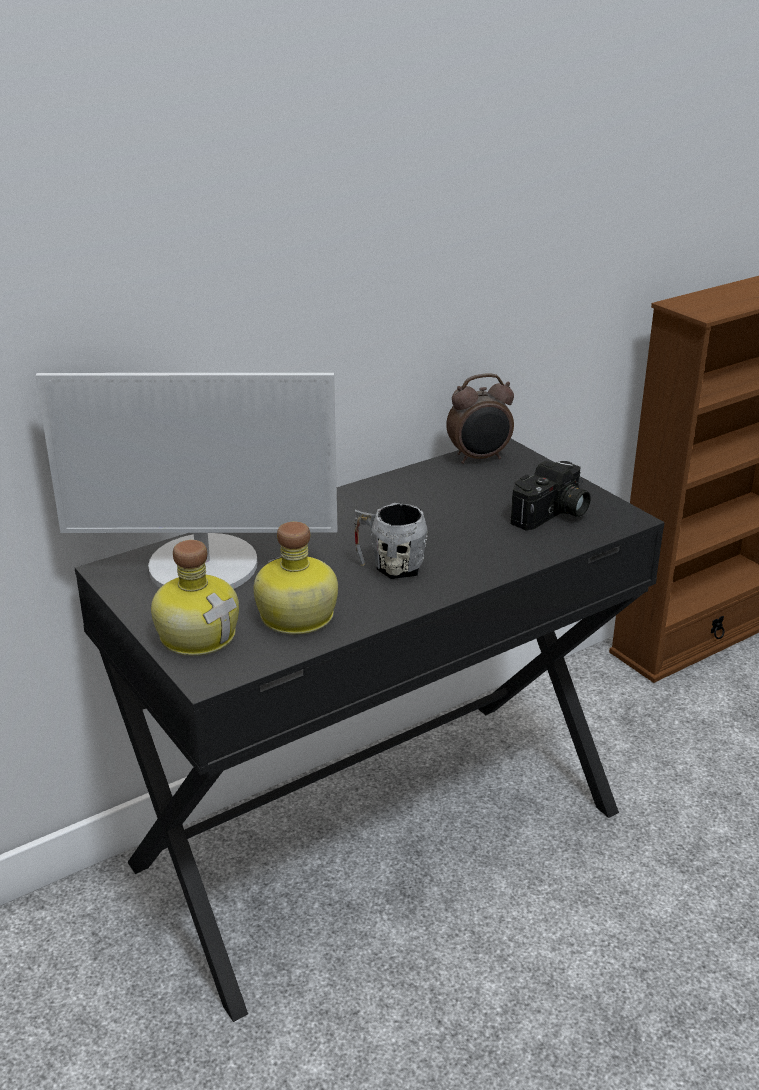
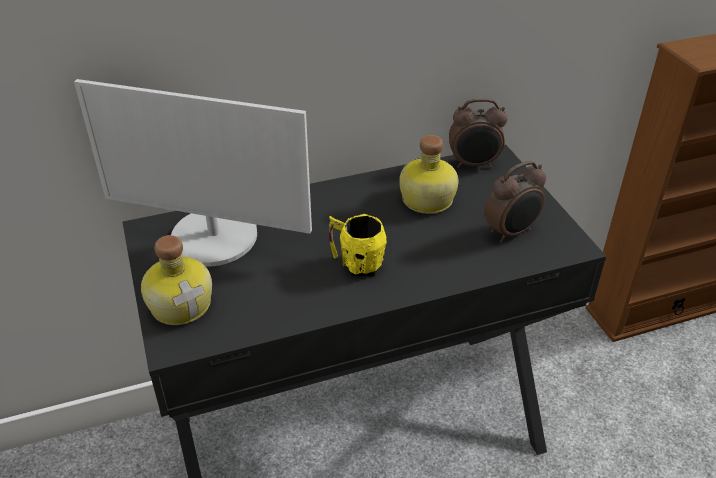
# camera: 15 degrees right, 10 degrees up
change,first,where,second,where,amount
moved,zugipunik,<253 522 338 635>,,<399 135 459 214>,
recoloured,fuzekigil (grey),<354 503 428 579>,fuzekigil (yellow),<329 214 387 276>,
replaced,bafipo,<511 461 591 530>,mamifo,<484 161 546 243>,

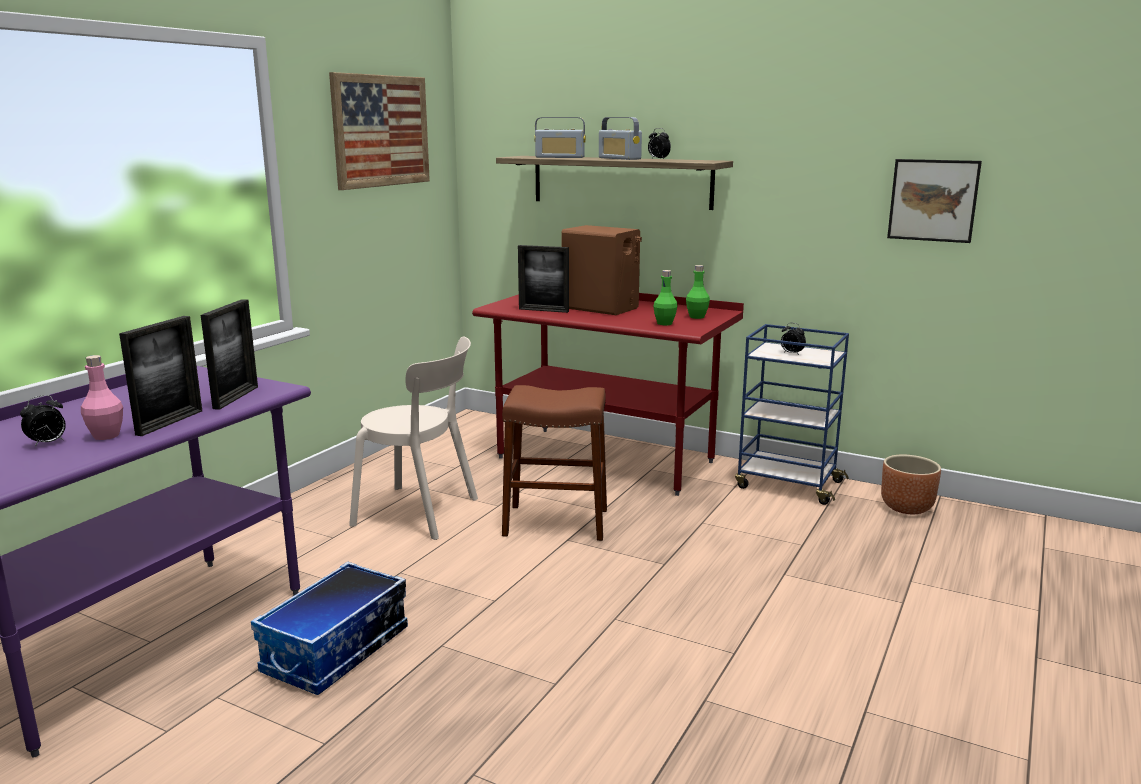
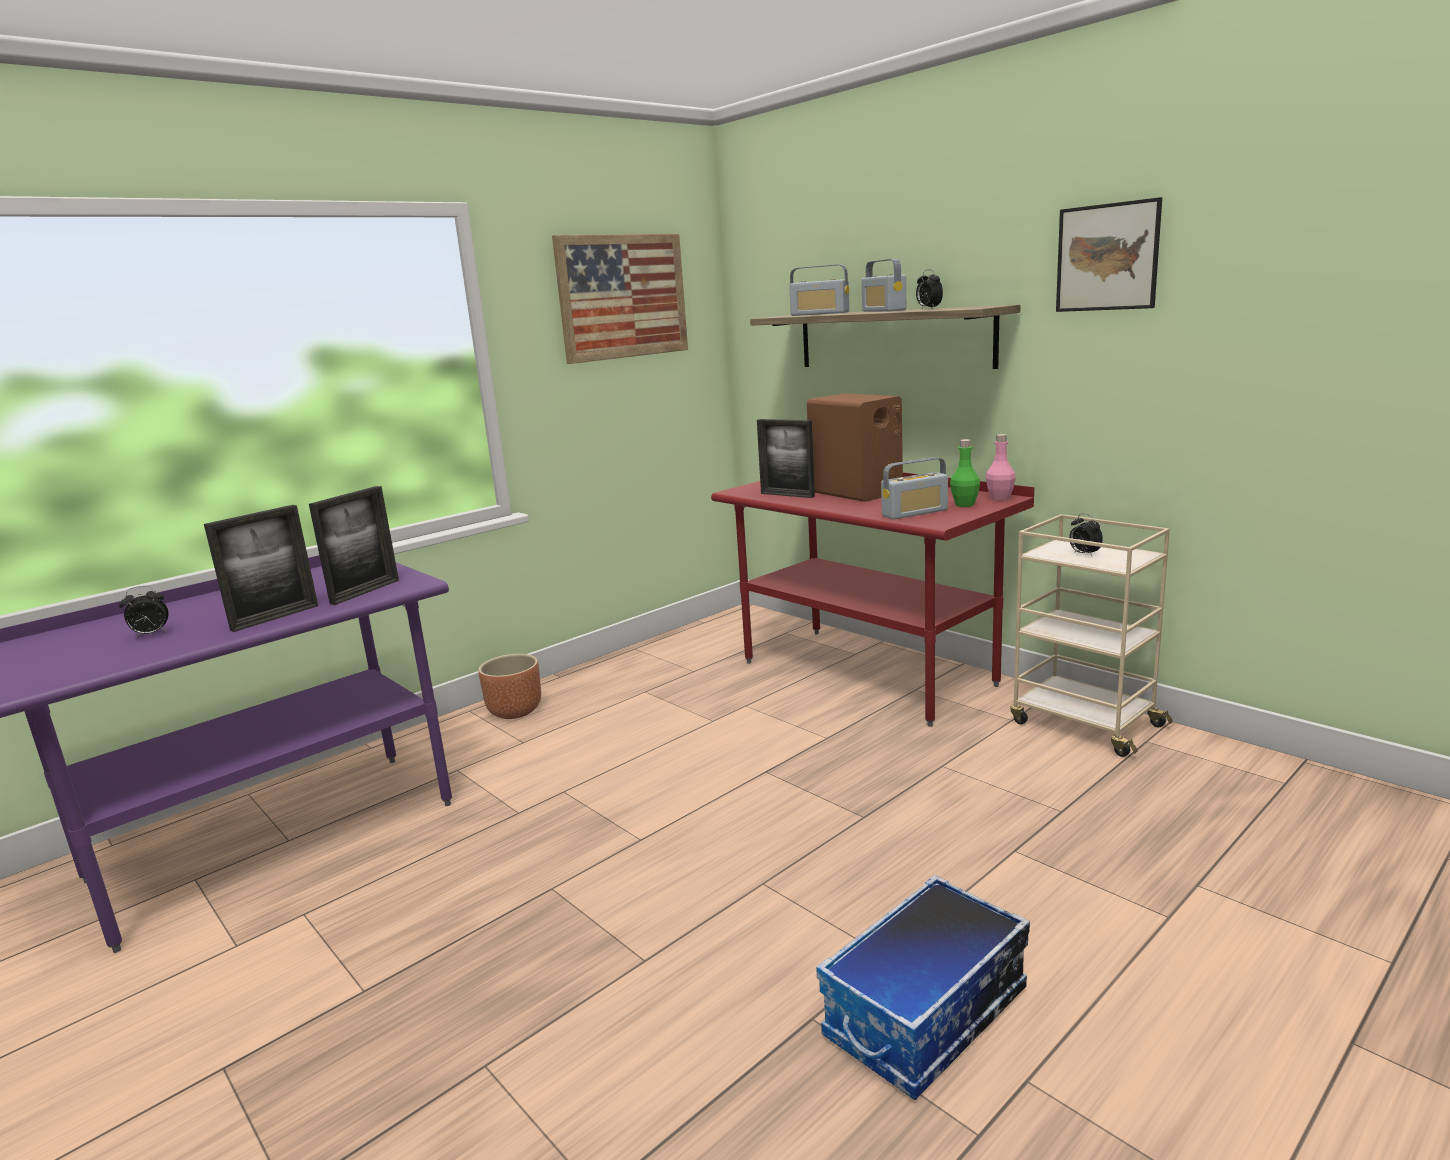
# camera: 20 degrees right, 0 degrees up
change,first,where,second,where,amount
moved,zugipunik (pink),<81 355 123 440>,,<986 434 1016 501>,
moved,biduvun,<251 562 408 695>,,<817 875 1030 1100>,
removed,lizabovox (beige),<349 336 478 540>,,,
removed,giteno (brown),<502 385 607 541>,,,
replaced,zugipunik (green),<653 270 678 325>,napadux,<881 457 948 519>,
recoloured,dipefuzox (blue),<735 324 849 505>,dipefuzox (beige),<1010 514 1173 757>,
moved,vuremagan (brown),<881 455 941 514>,,<478 654 541 719>,
moved,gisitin,<887 159 982 243>,,<1056 197 1162 312>,

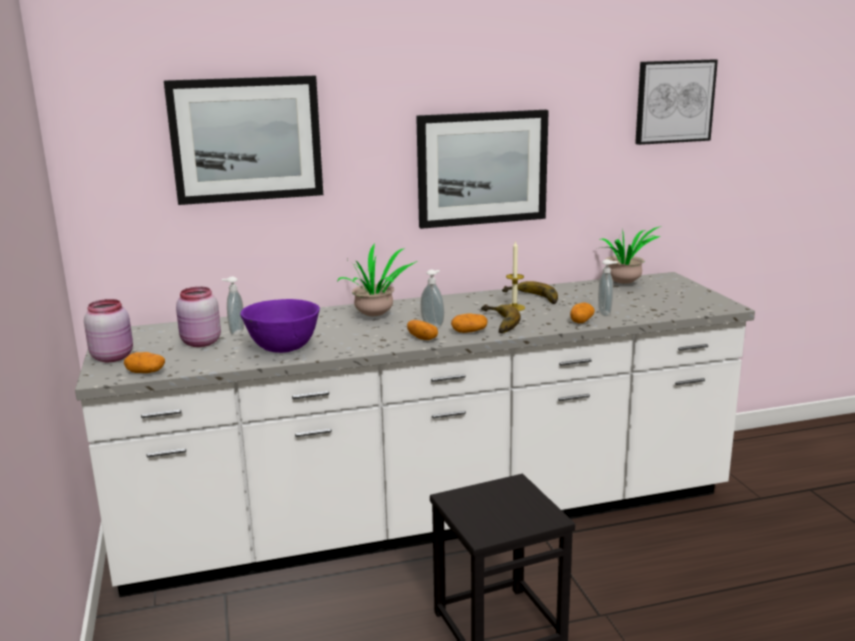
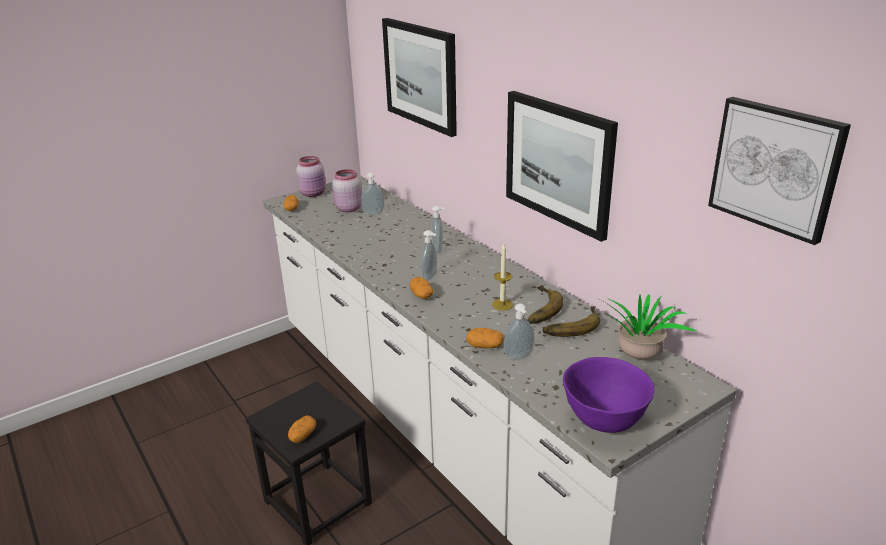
# camera: 70 degrees right, 10 degrees up
change,first,where,second,where,amount
moved,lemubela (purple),<240 299 320 353>,,<563 357 654 433>,
replaced,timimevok,<337 243 417 317>,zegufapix,<431 206 445 253>,
moved,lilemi,<407 320 438 340>,,<288 415 316 443>,
moved,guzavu,<481 304 521 333>,,<542 306 600 337>,

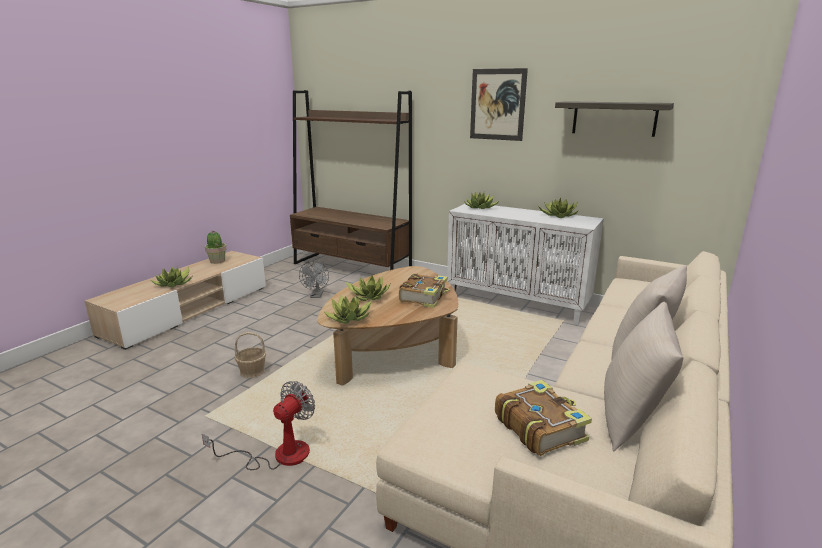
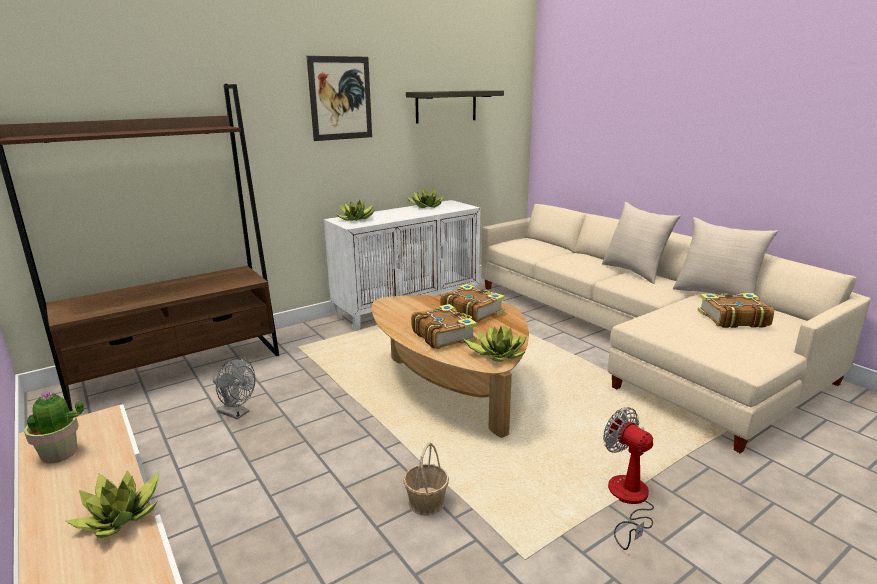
# camera: 65 degrees left, 0 degrees up
change,first,where,second,where,amount
replaced,timimevok,<345 275 391 301>,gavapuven,<411 304 477 349>,

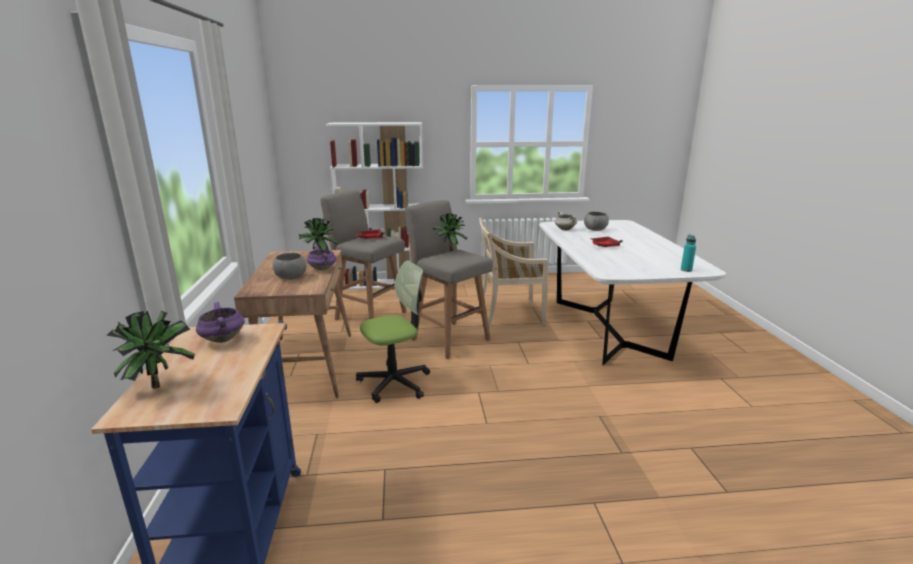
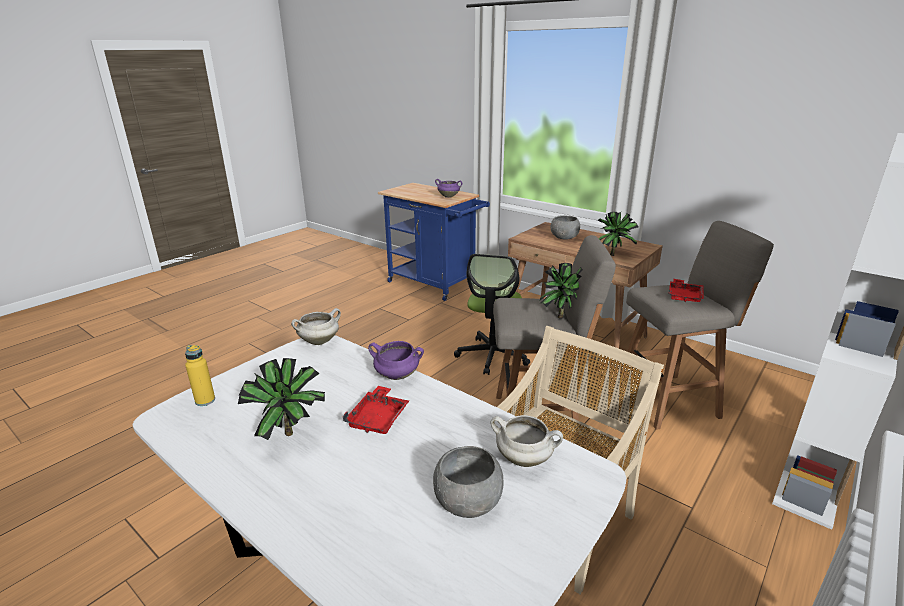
# camera: 135 degrees right, 5 degrees up
change,first,where,second,where,amount
moved,timimevok,<106 311 195 388>,,<238 358 325 440>,
moved,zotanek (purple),<307 246 336 271>,,<368 341 424 380>,
recoloured,zugipunik (turquoise),<681 234 696 272>,zugipunik (yellow),<185 345 215 406>,
added,,,zotanek (white),<291 308 341 345>,

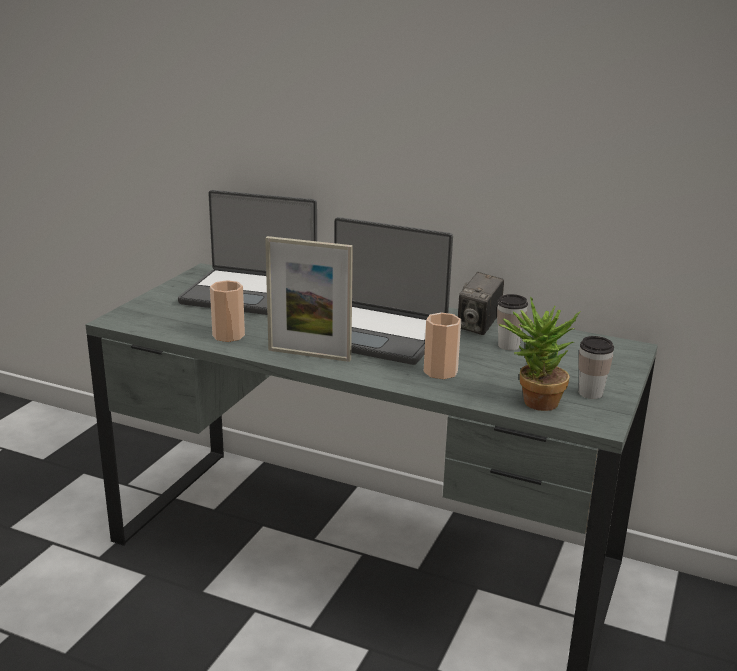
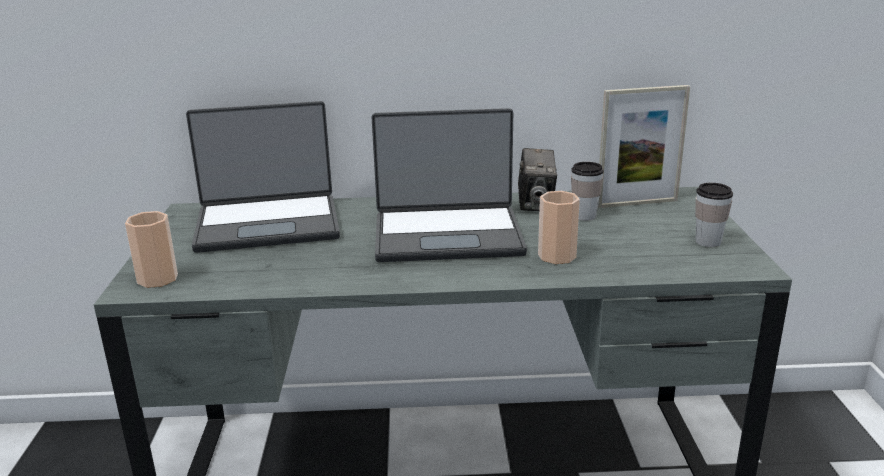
# camera: 25 degrees left, 0 degrees up
change,first,where,second,where,amount
moved,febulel,<210 280 245 342>,,<125 211 178 288>,
moved,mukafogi,<265 236 353 362>,,<598 85 690 208>,
removed,timimevok,<499 296 581 411>,,,

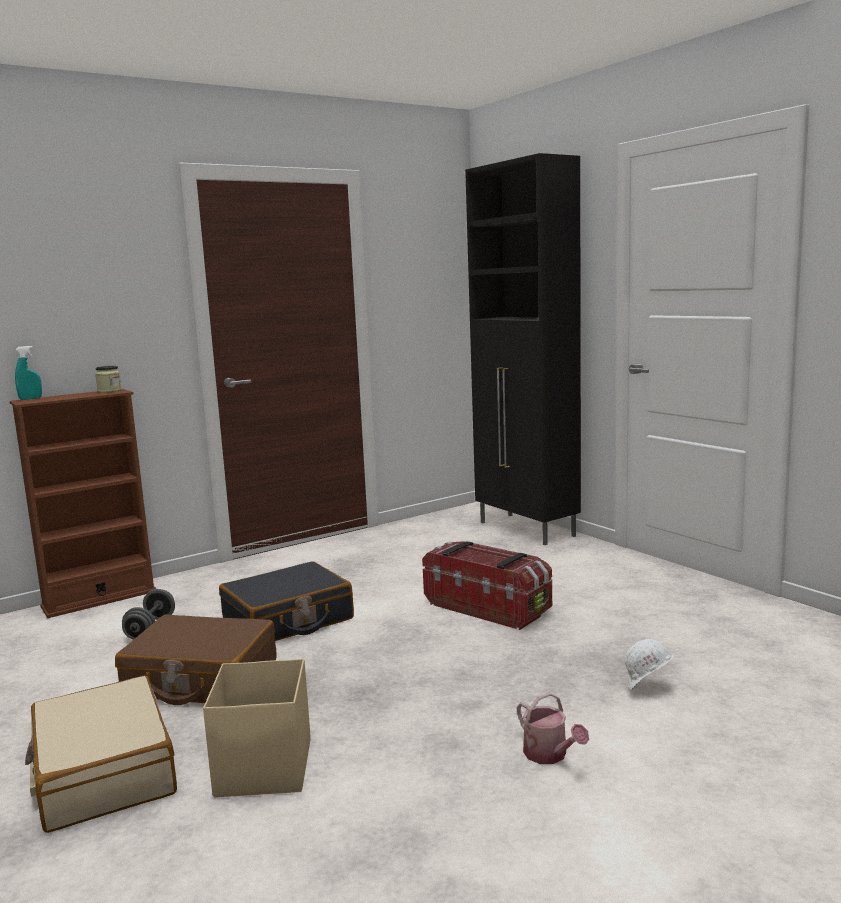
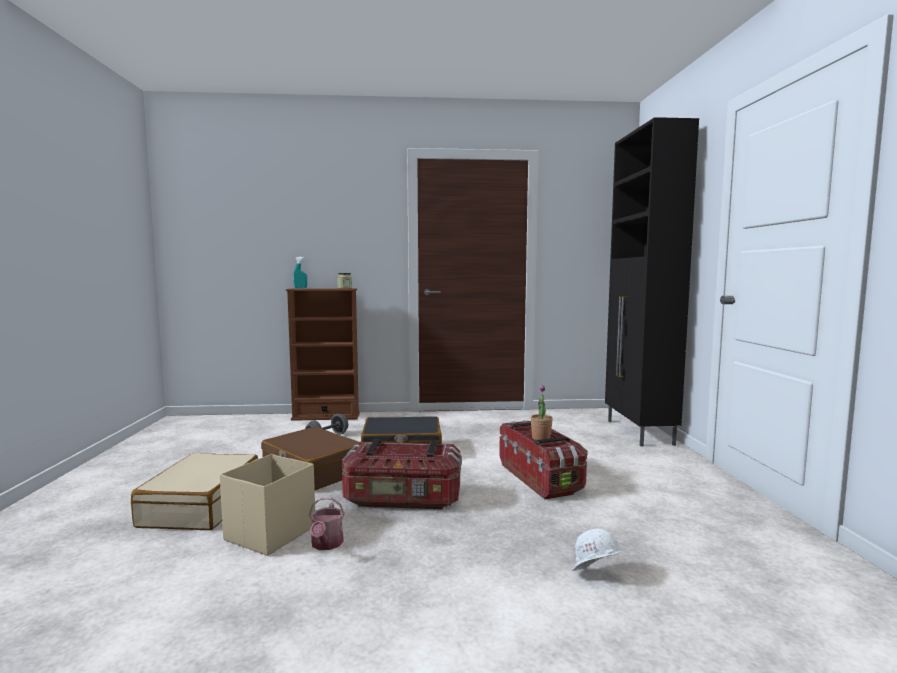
# camera: 30 degrees right, 5 degrees down
change,first,where,second,where,amount
moved,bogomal,<517 692 589 764>,,<309 497 345 550>,
added,,,biduvun,<342 440 462 509>,
added,,,timimevok,<531 385 553 440>,

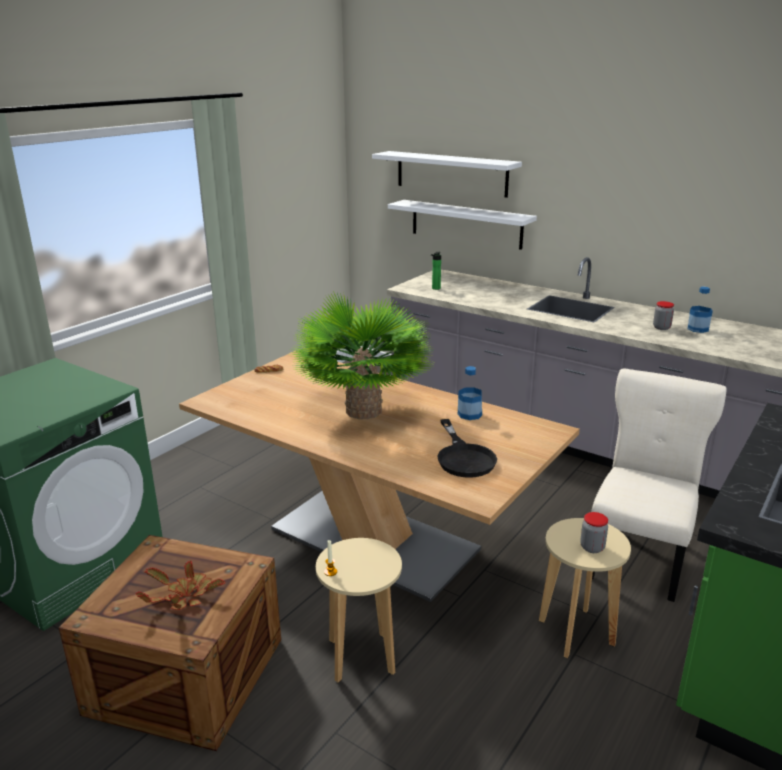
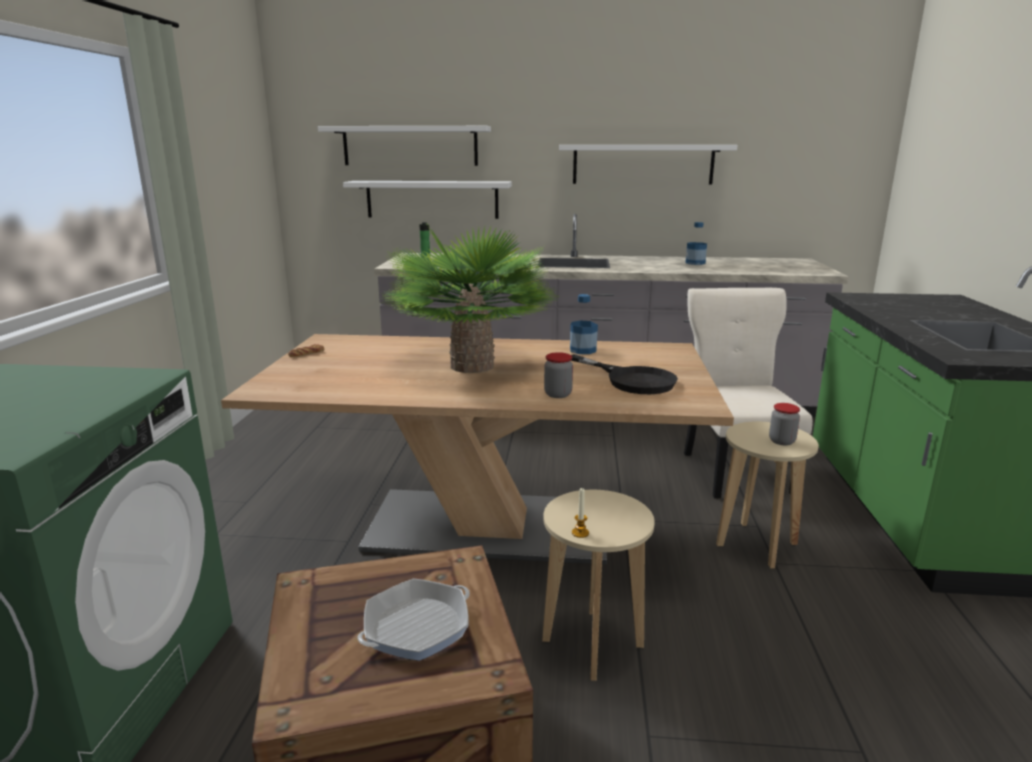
# camera: 30 degrees left, 5 degrees down
change,first,where,second,where,amount
replaced,timimevok,<136 561 225 610>,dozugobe,<357 578 470 661>,
moved,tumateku,<653 301 674 330>,,<544 352 573 398>,
added,,,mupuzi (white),<559 145 737 184>,

